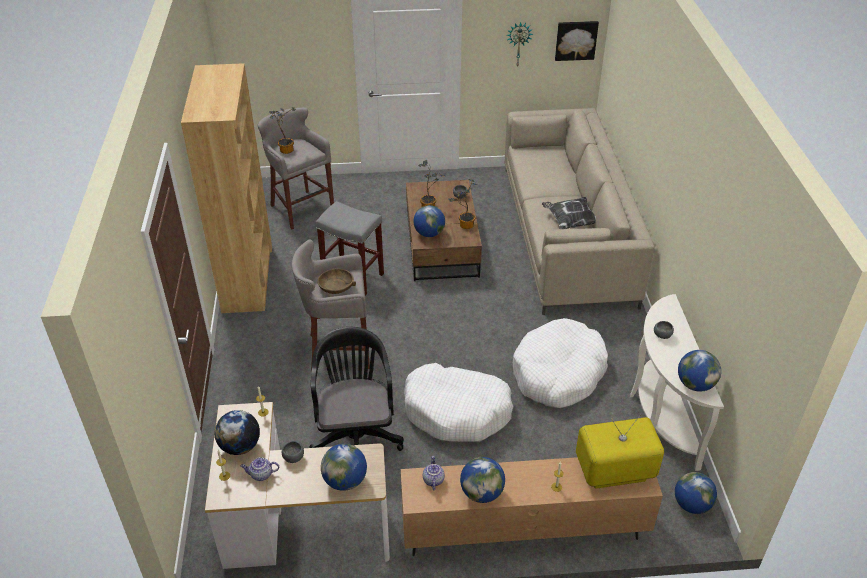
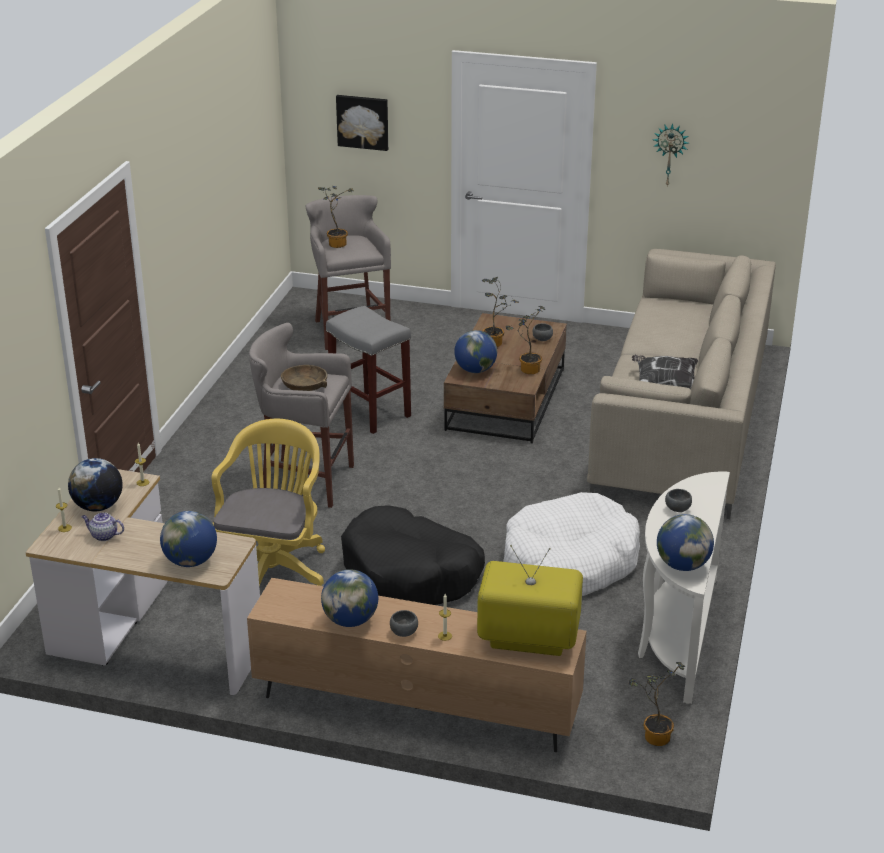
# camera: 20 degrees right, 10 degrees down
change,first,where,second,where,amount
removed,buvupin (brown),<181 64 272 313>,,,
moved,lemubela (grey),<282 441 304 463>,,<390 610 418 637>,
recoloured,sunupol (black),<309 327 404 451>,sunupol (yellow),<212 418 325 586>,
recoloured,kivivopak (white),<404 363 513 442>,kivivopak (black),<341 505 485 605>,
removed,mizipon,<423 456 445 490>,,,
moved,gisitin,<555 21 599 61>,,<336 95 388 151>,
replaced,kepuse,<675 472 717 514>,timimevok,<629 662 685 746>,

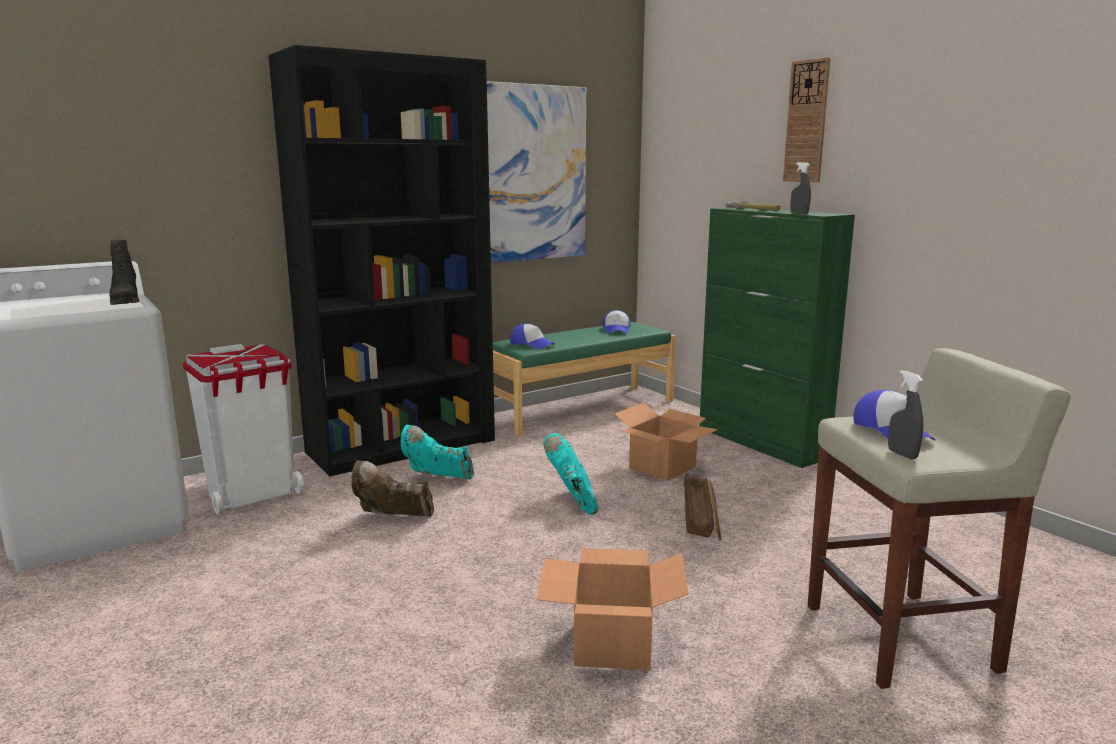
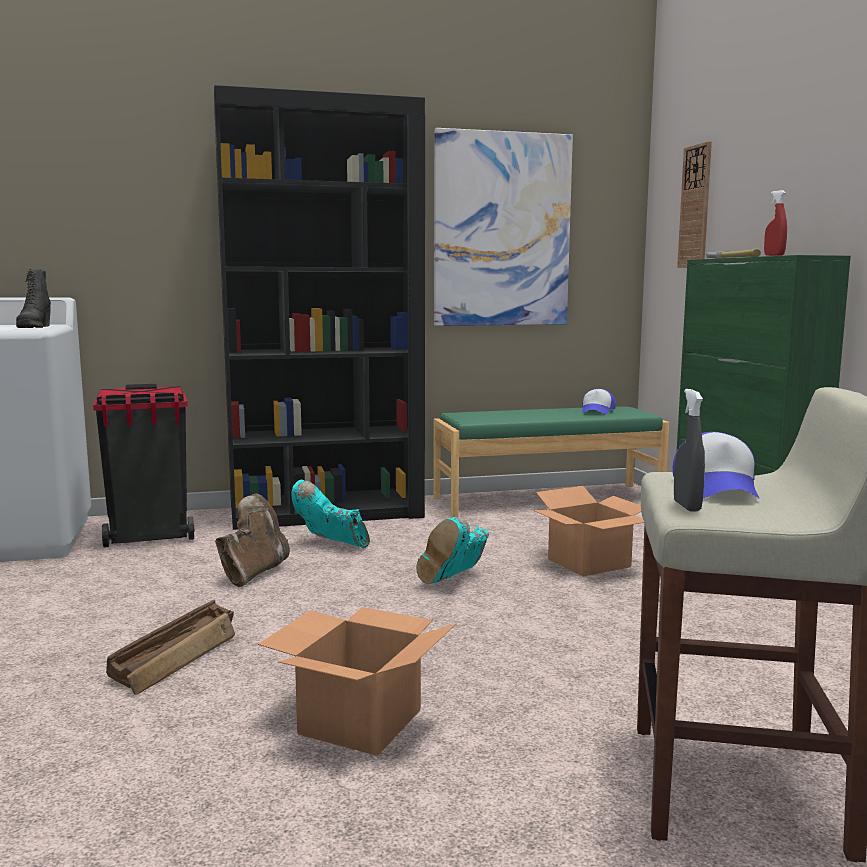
# camera: 20 degrees right, 5 degrees down
change,first,where,second,where,amount
recoloured,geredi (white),<183 344 304 515>,geredi (black),<93 384 194 548>,
turned,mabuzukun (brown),<351 460 434 517>,,<215 493 290 587>,90 degrees clockwise
removed,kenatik,<510 324 555 349>,,,
turned,mabuzukun (turquoise),<543 433 598 515>,,<416 517 489 584>,150 degrees counterclockwise
moved,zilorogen,<684 473 721 541>,,<106 600 235 695>,
moved,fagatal,<783 57 830 182>,,<677 141 712 268>,
recoloured,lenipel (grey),<790 162 811 214>,lenipel (red),<764 190 787 256>,

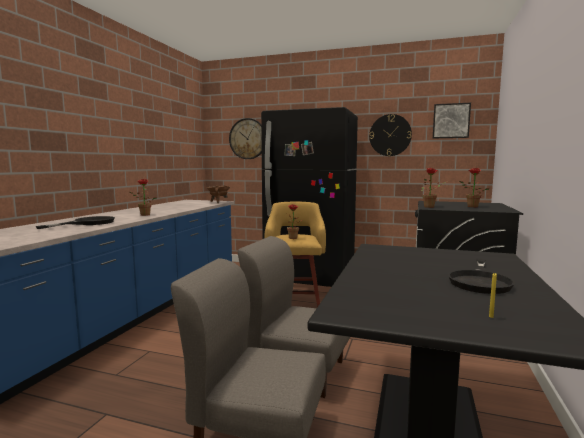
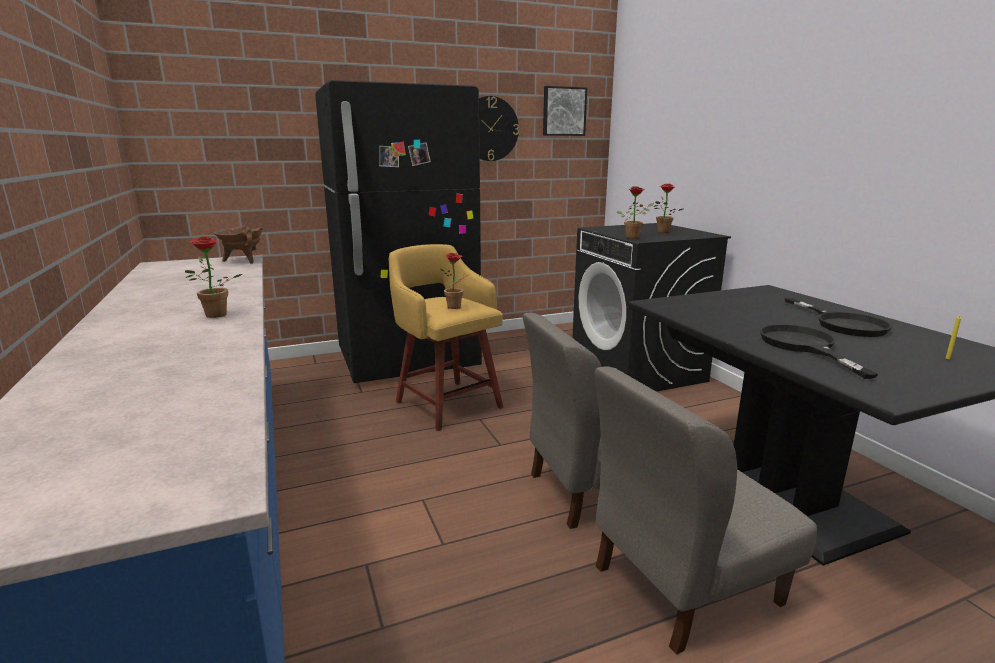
# camera: 40 degrees left, 10 degrees up
change,first,where,second,where,amount
moved,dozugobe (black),<35 216 115 229>,,<760 324 878 379>,
removed,fagatal,<229 118 262 159>,,,

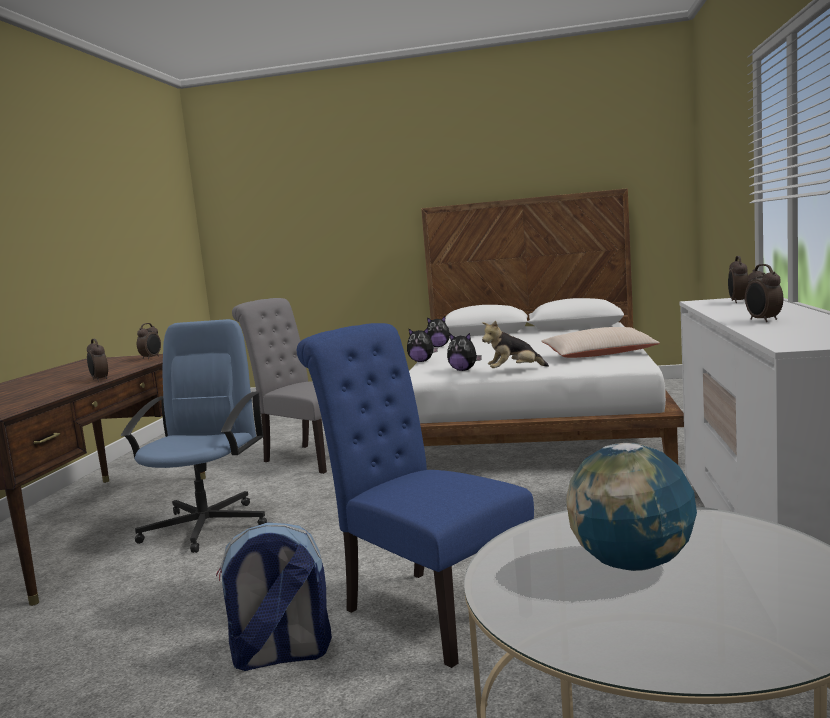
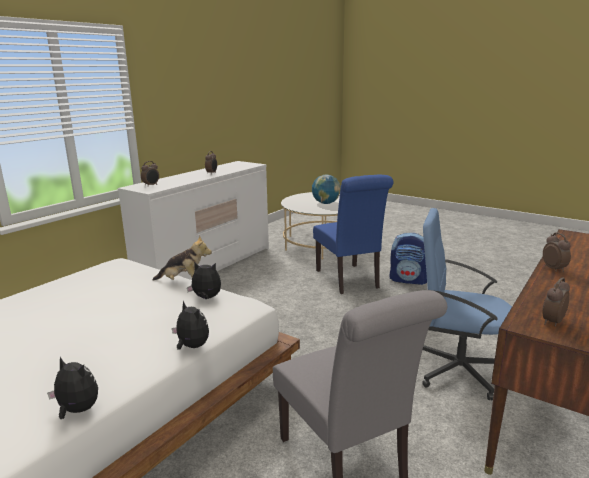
# camera: 155 degrees left, 10 degrees up
change,first,where,second,where,amount
turned,sunupol (blue),<121 319 267 553>,,<422 208 512 400>,75 degrees clockwise
turned,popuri,<447 333 482 371>,,<187 262 221 299>,45 degrees counterclockwise
removed,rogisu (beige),<541 327 660 358>,,,

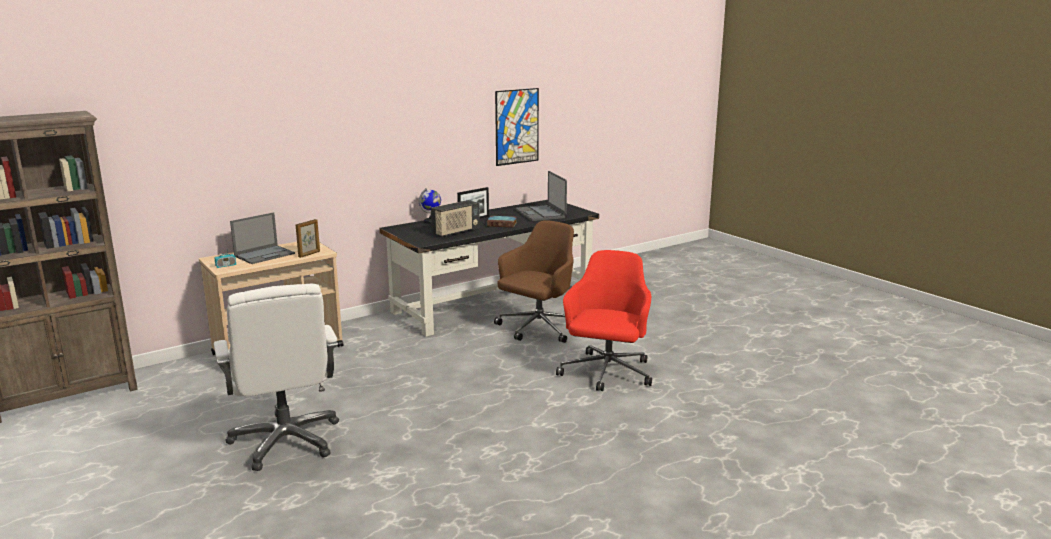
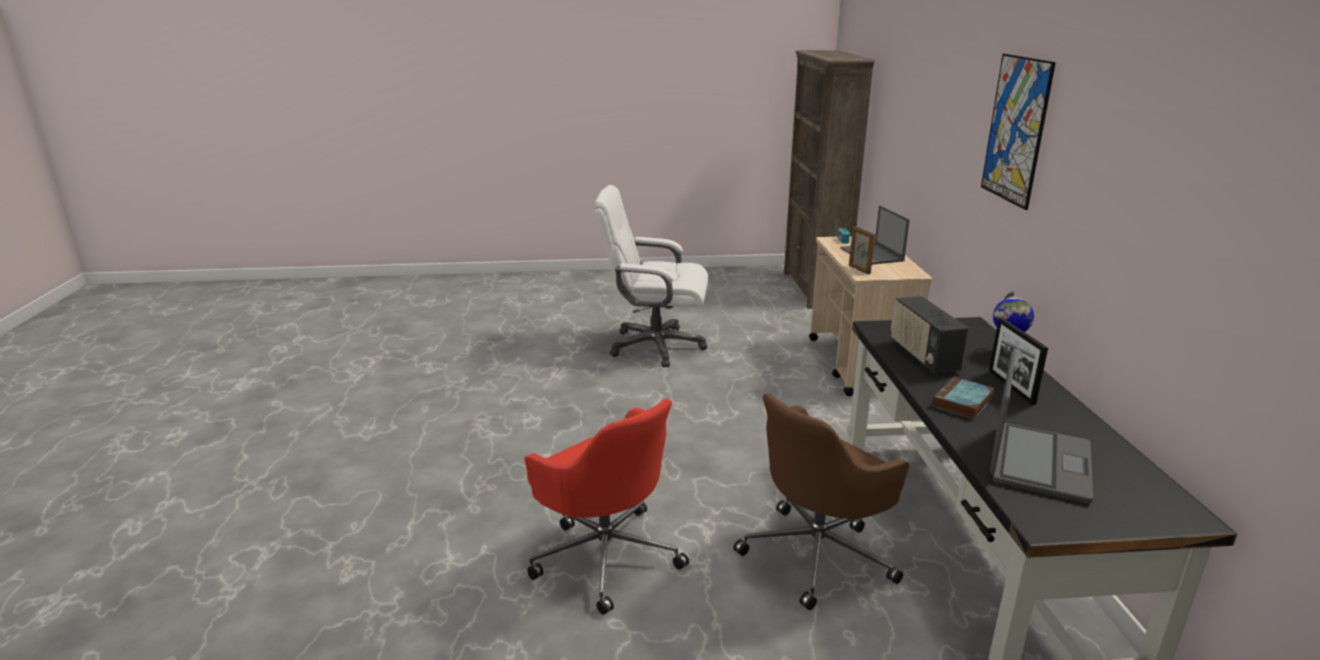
# camera: 120 degrees right, 5 degrees up
change,first,where,second,where,amount
turned,sunupol (brown),<494 220 574 343>,,<733 393 909 610>,75 degrees clockwise
moved,gisitin,<495 88 539 166>,,<981 54 1056 210>,
turned,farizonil,<516 171 567 222>,,<990 350 1093 504>,105 degrees clockwise

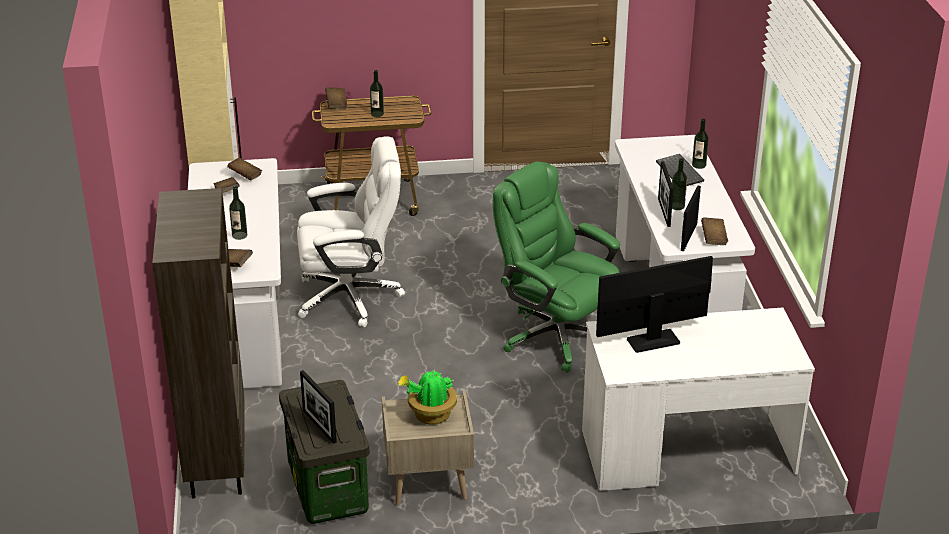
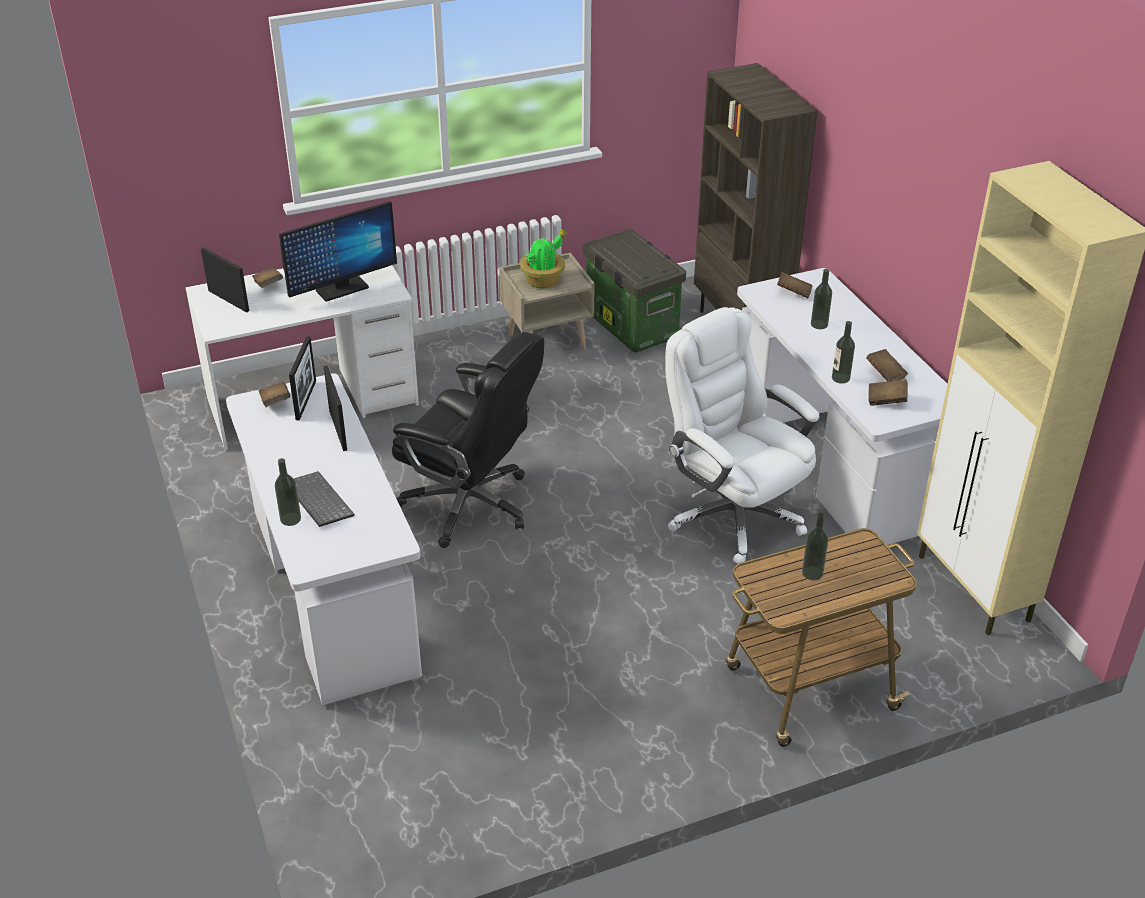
# camera: 165 degrees right, 5 degrees up
change,first,where,second,where,amount
turned,sunupol (white),<297 136 405 327>,,<665 307 819 564>,75 degrees clockwise
moved,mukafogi,<300 370 337 444>,,<201 247 249 313>,
moved,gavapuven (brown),<325 87 347 109>,,<252 268 283 288>,
recoloured,sunupol (green),<493 161 620 373>,sunupol (black),<392 332 544 548>,
moved,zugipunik,<672 158 687 210>,,<832 321 855 384>,

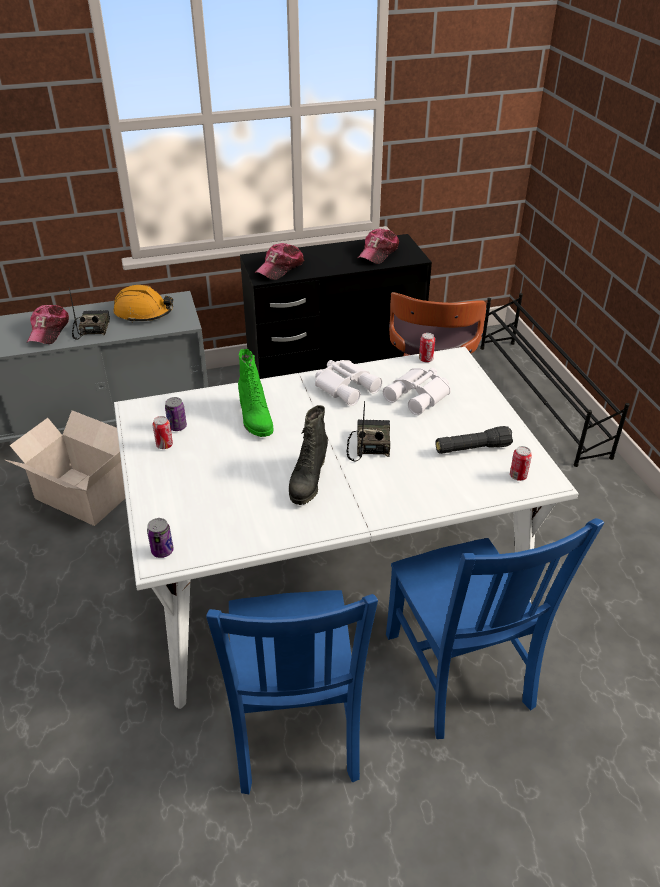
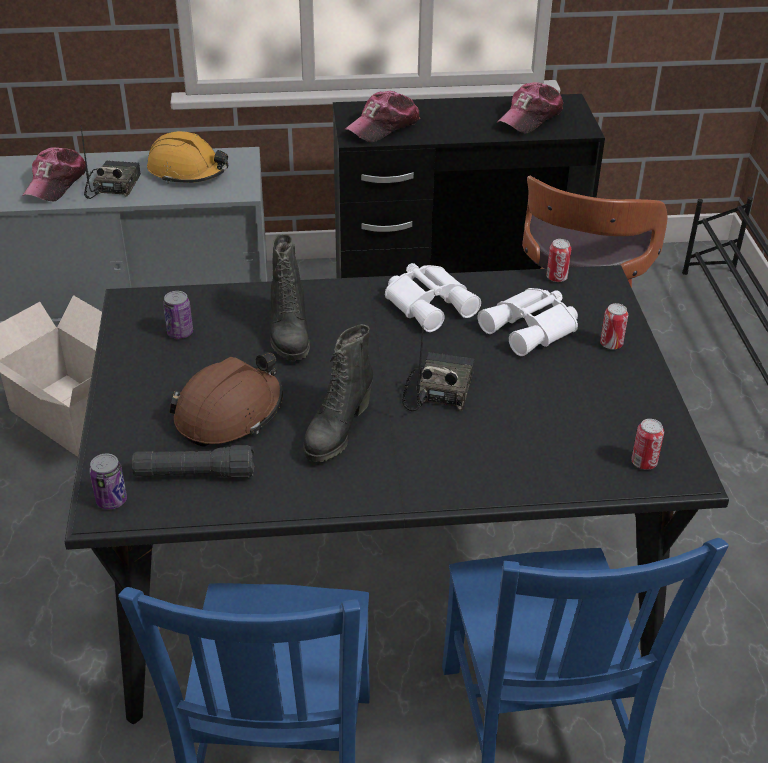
# camera: 10 degrees right, 0 degrees up
change,first,where,second,where,amount
recoloured,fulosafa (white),<114 347 578 709>,fulosafa (black),<65 265 729 724>,
moved,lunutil,<152 416 173 449>,,<600 303 628 349>,
recoloured,mabuzukun (green),<238 349 274 437>,mabuzukun (black),<270 234 310 361>,
moved,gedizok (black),<436 426 513 454>,,<132 445 255 478>,
added,,,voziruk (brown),<169 352 283 447>,

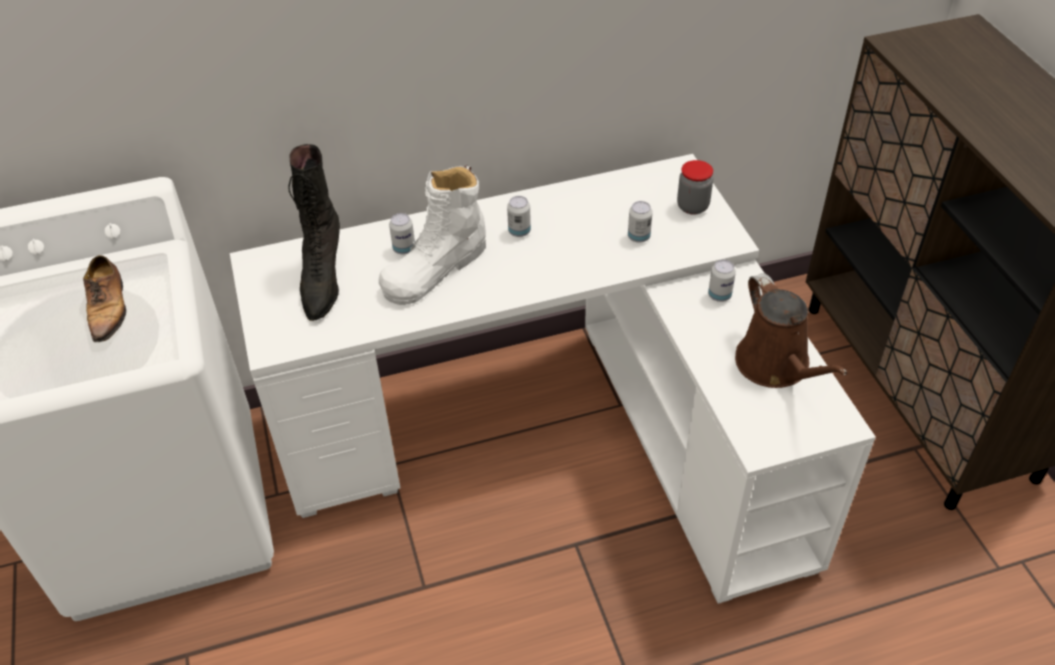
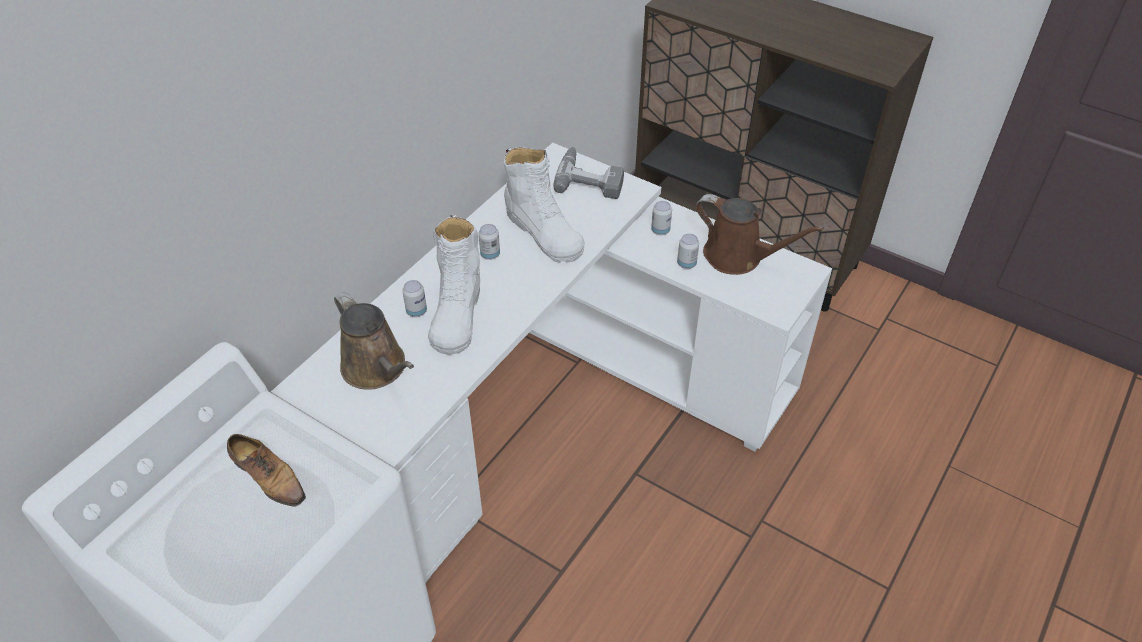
# camera: 40 degrees left, 0 degrees up
change,first,where,second,where,amount
replaced,mabuzukun (black),<289 144 340 321>,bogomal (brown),<334 292 414 390>,
moved,lunutil,<628 201 653 243>,,<677 234 699 269>,
replaced,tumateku,<677 160 713 215>,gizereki,<553 147 624 199>,
added,,,mabuzukun (white),<504 147 585 263>,

